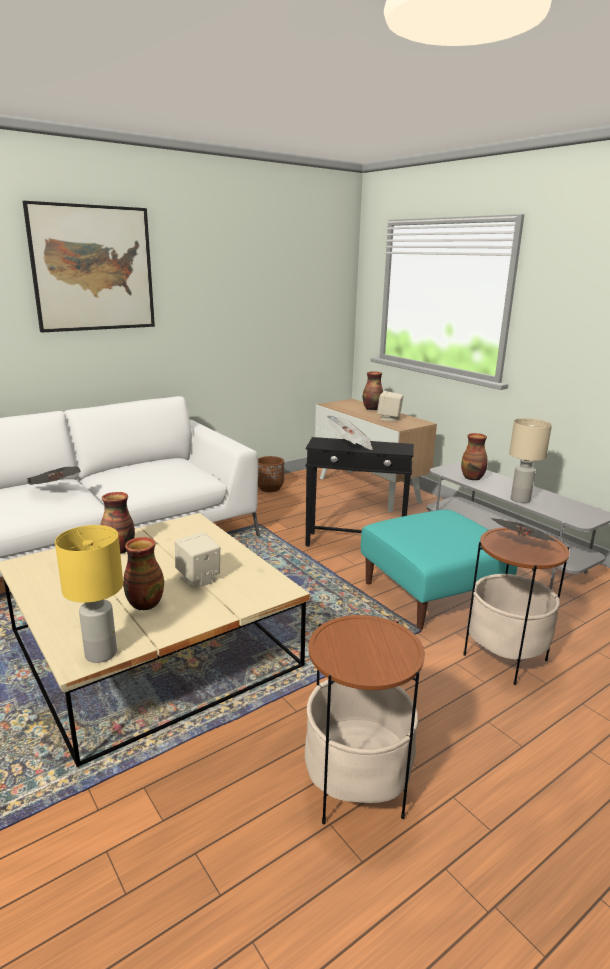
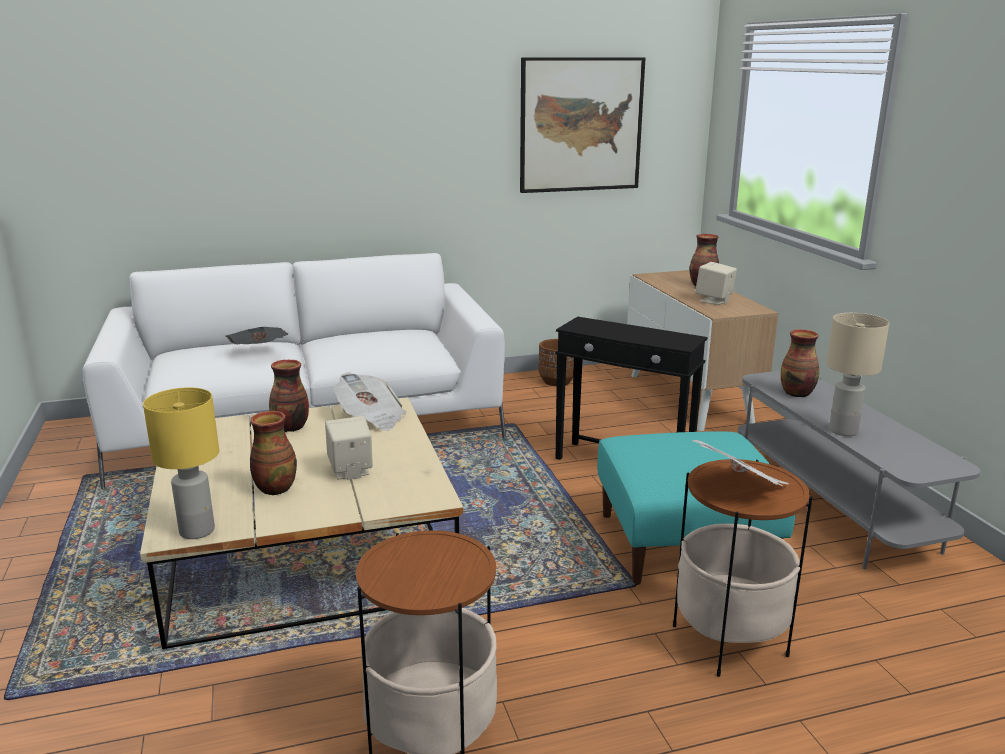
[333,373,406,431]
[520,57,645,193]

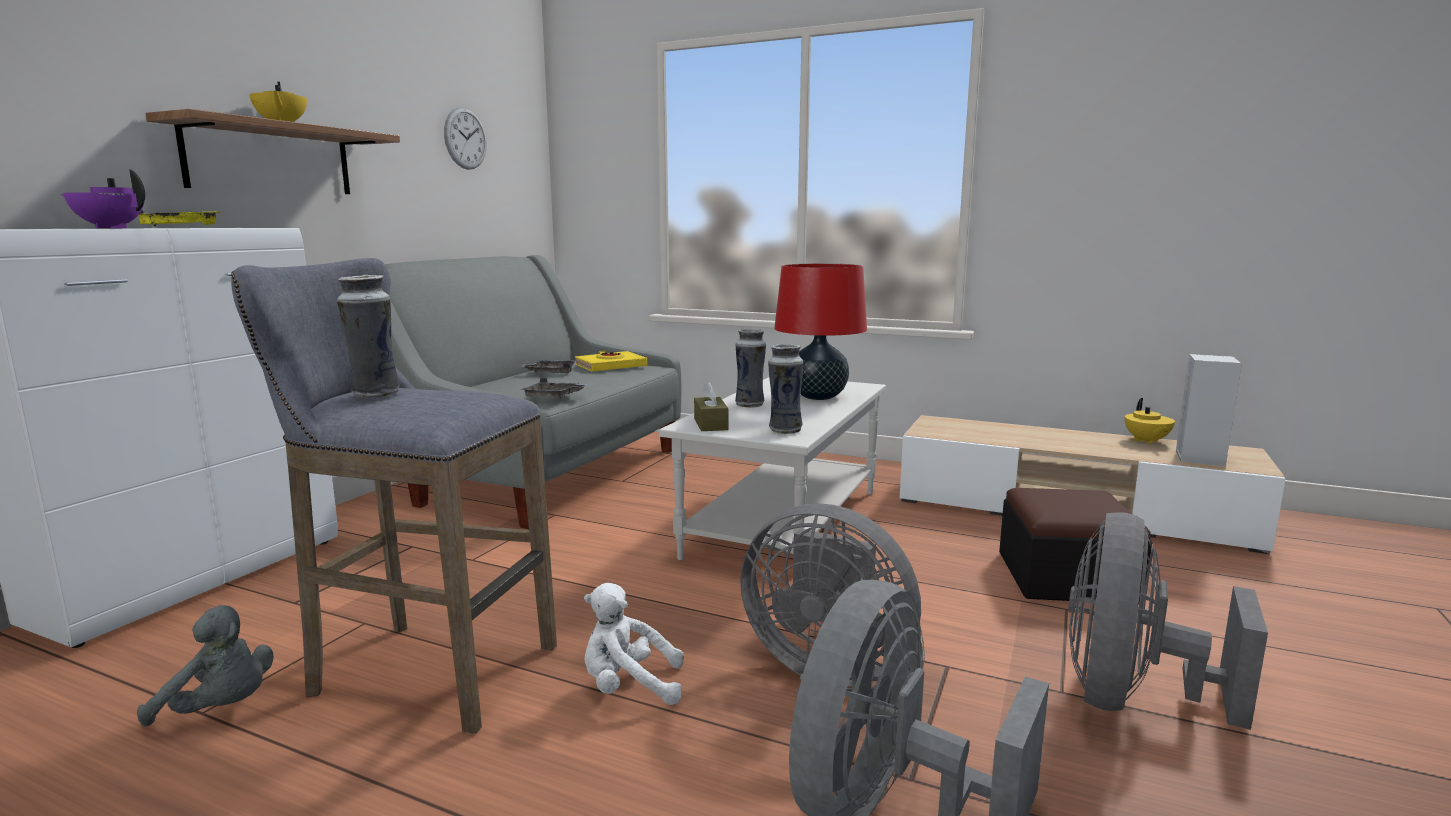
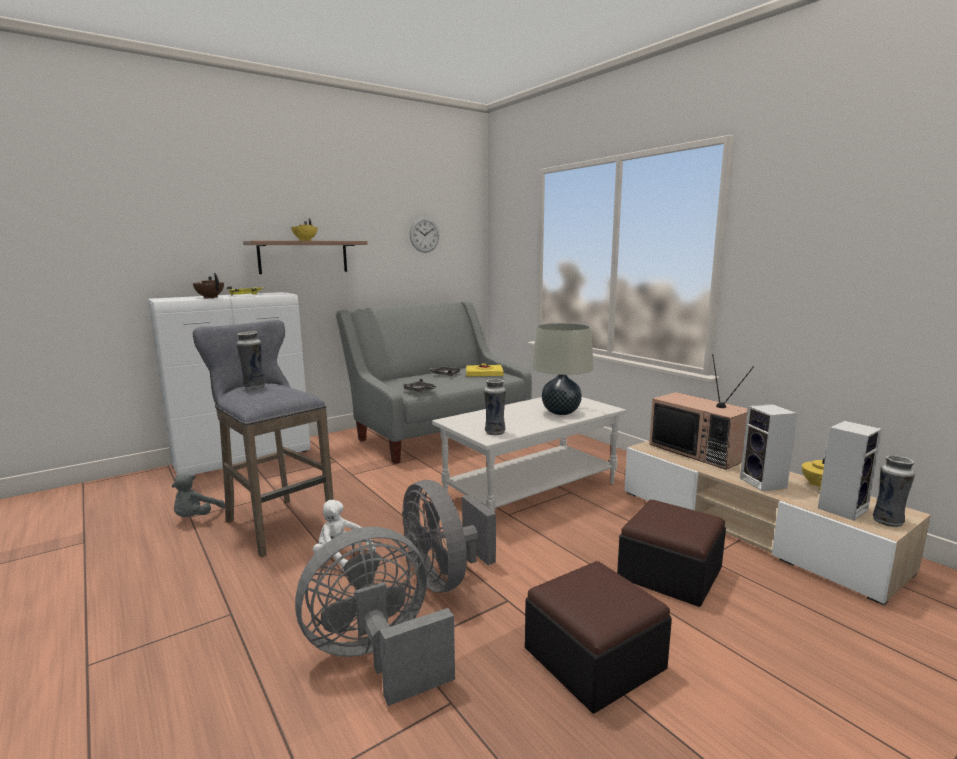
[172,473,225,517]
[193,273,224,298]
[525,561,672,714]
[532,323,594,415]
[649,354,754,470]
[740,404,797,491]
[873,455,915,527]
[694,381,728,431] (first image)

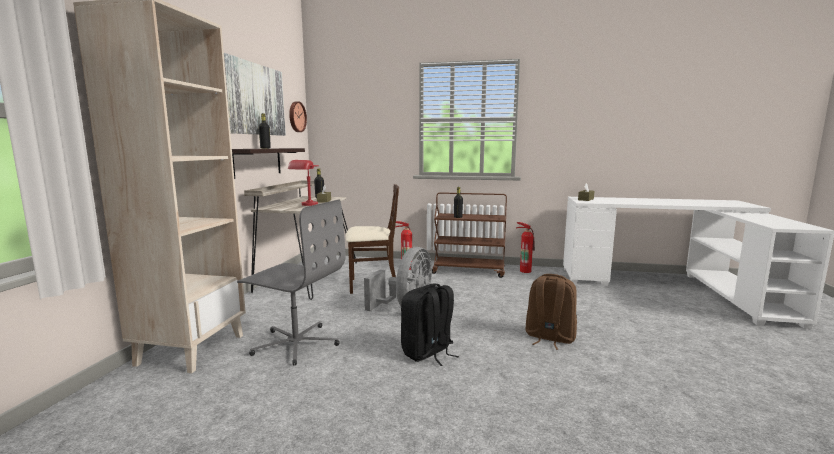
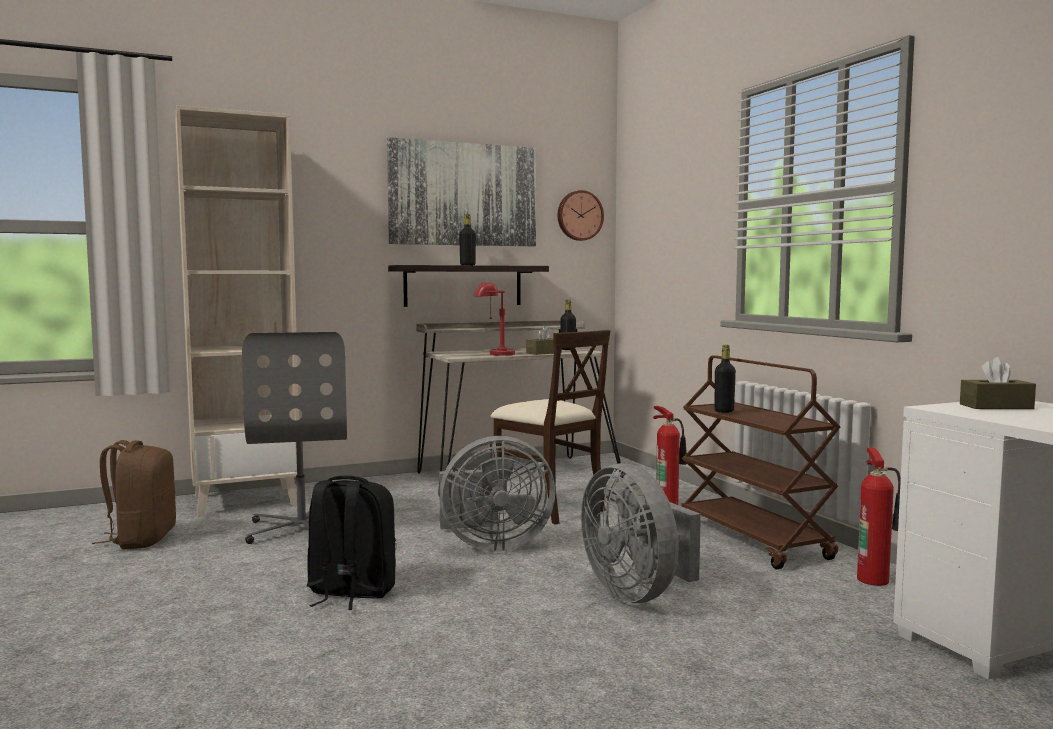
[92,440,176,549]
[581,463,701,603]

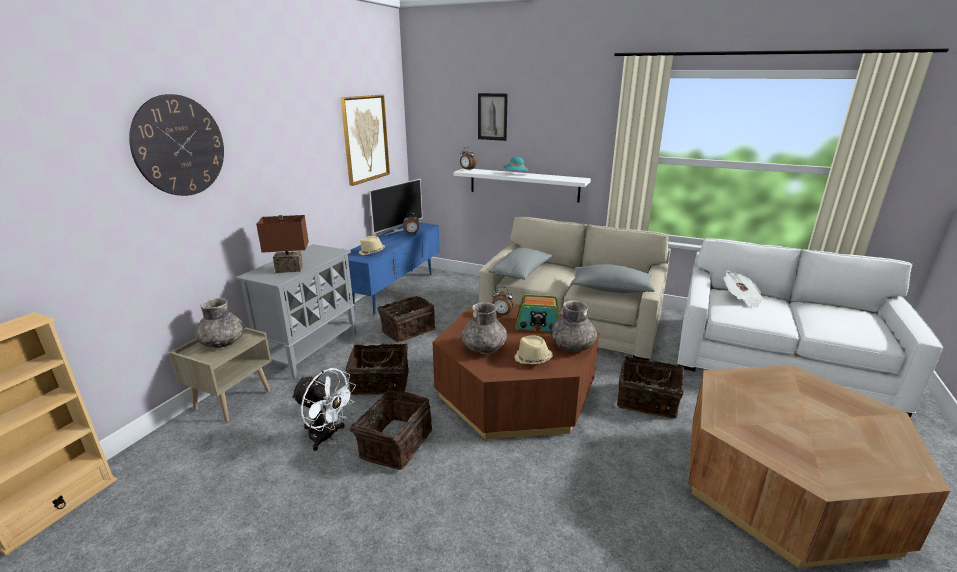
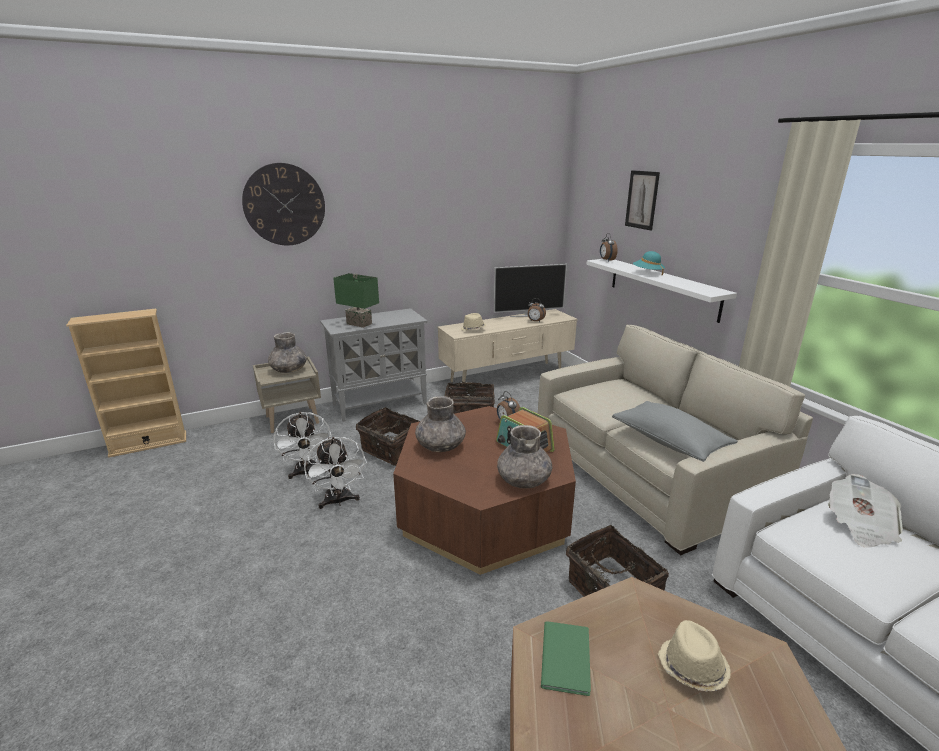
[304,437,367,509]
[333,273,379,328]
[437,309,577,382]
[541,621,591,696]
[658,620,731,692]
[340,95,390,186] (first image)
[489,248,553,280] (first image)

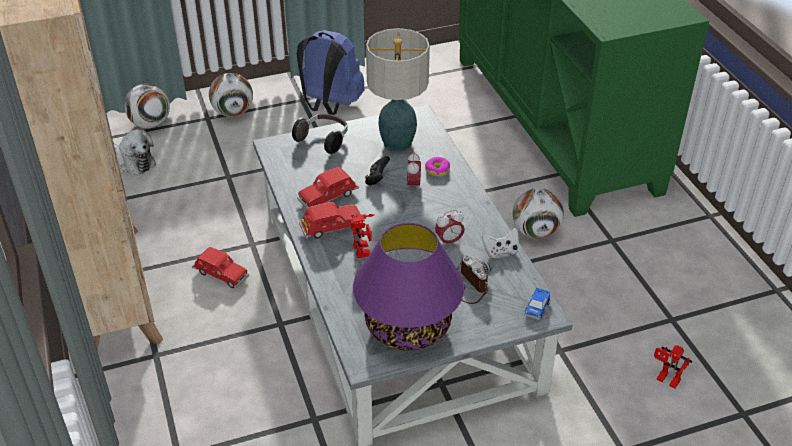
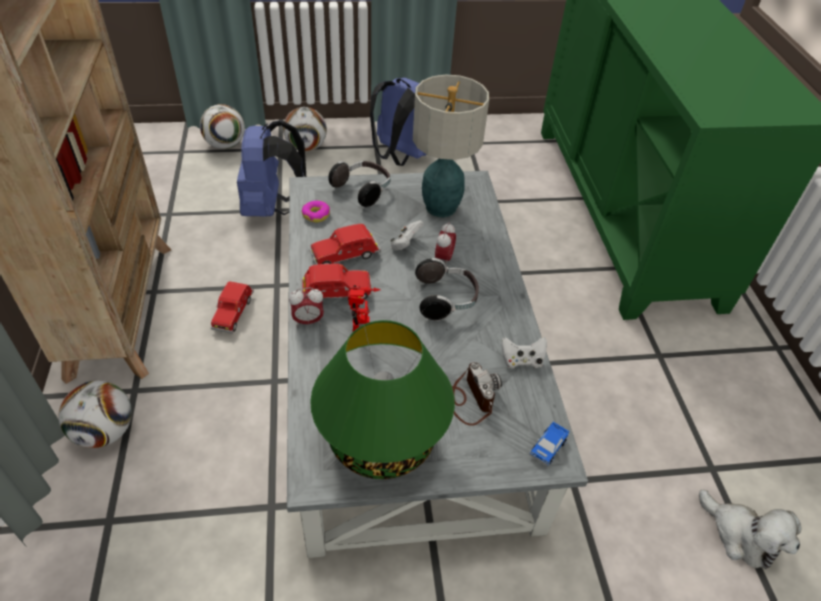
[59,381,132,448]
[210,281,254,334]
[237,120,306,216]
[289,288,324,326]
[301,201,330,222]
[310,320,455,479]
[391,220,424,251]
[415,258,479,321]
[699,489,801,569]
[654,345,692,389] (first image)

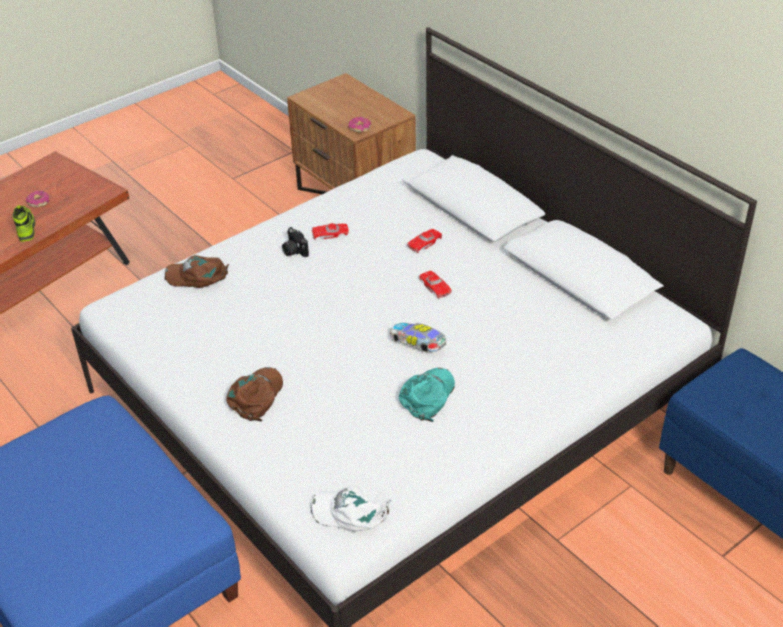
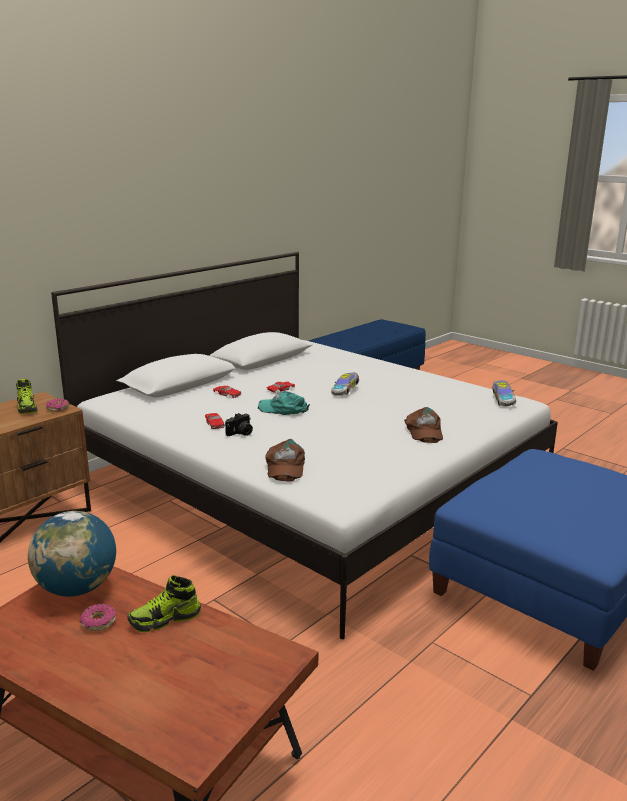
[16,379,37,414]
[28,511,116,597]
[258,391,310,415]
[404,407,443,443]
[493,380,516,406]

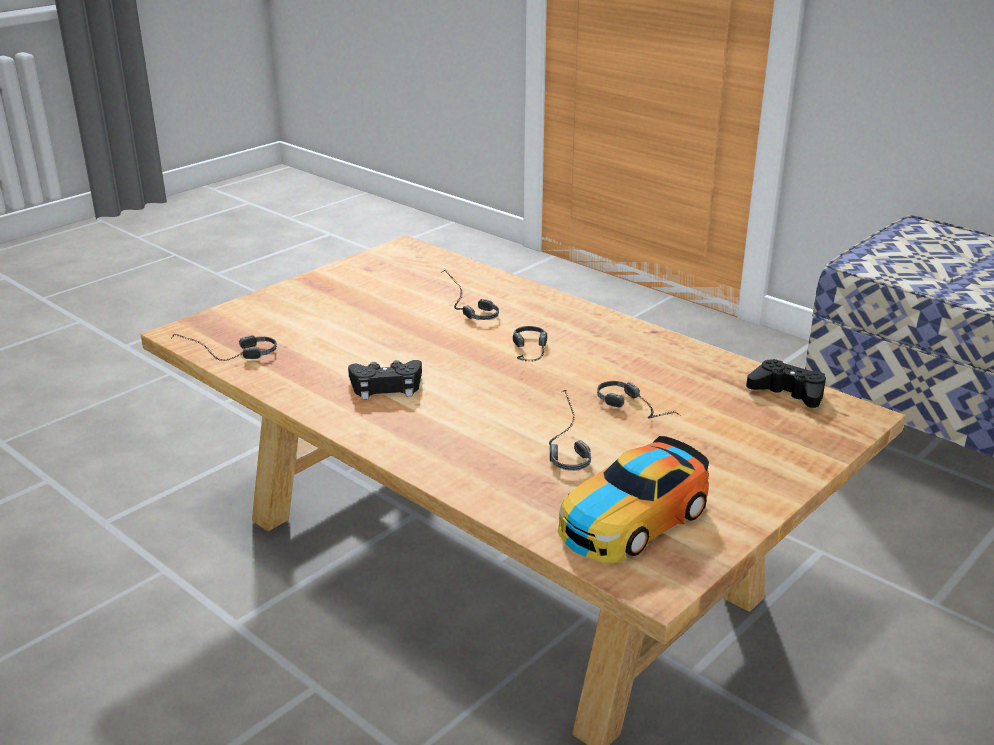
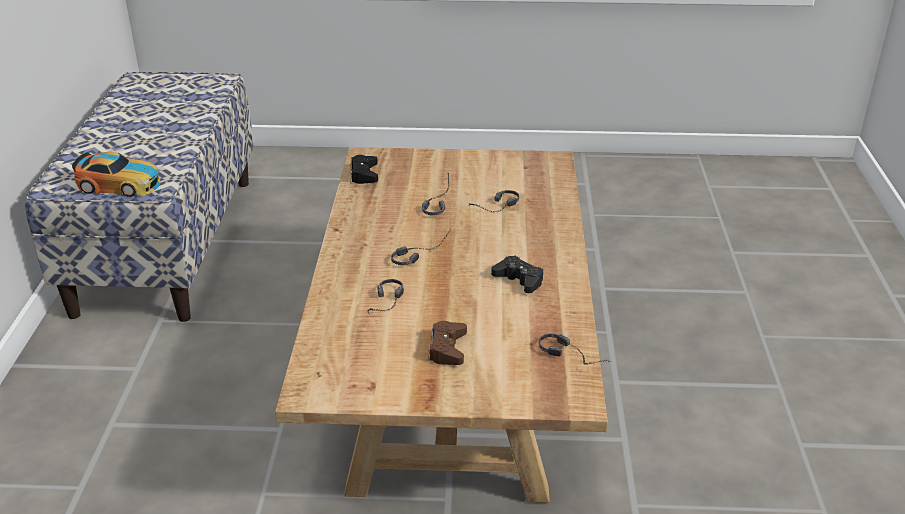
[72,152,160,197]
[428,321,467,365]

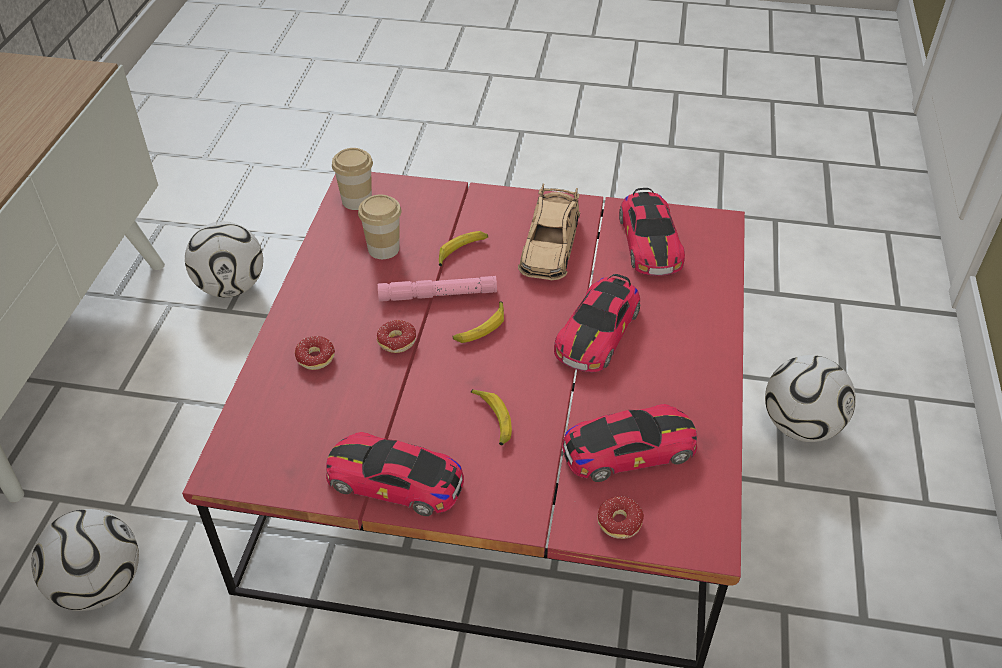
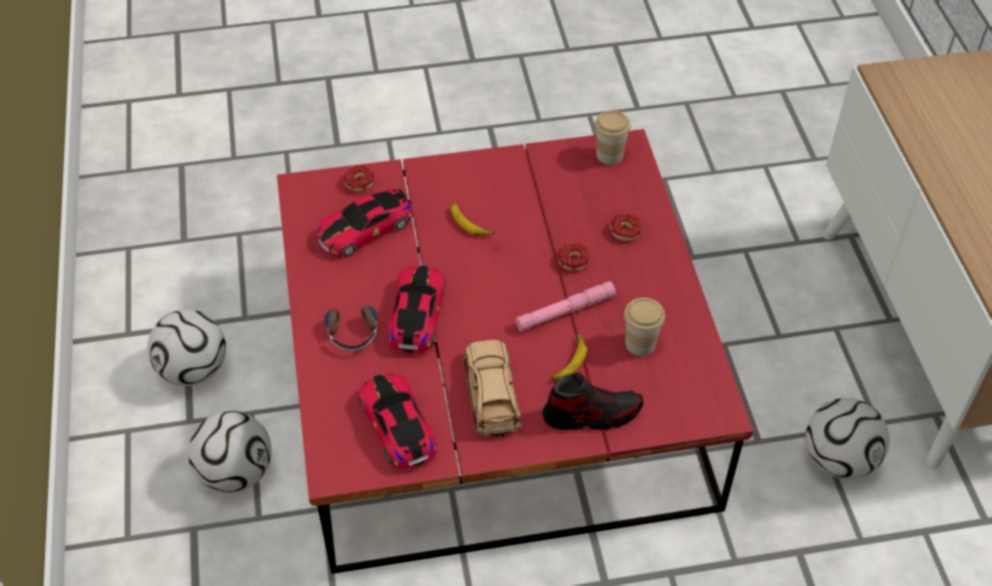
[147,310,226,386]
[324,293,377,351]
[542,373,643,430]
[594,111,631,165]
[326,432,464,516] (first image)
[453,301,504,343] (first image)

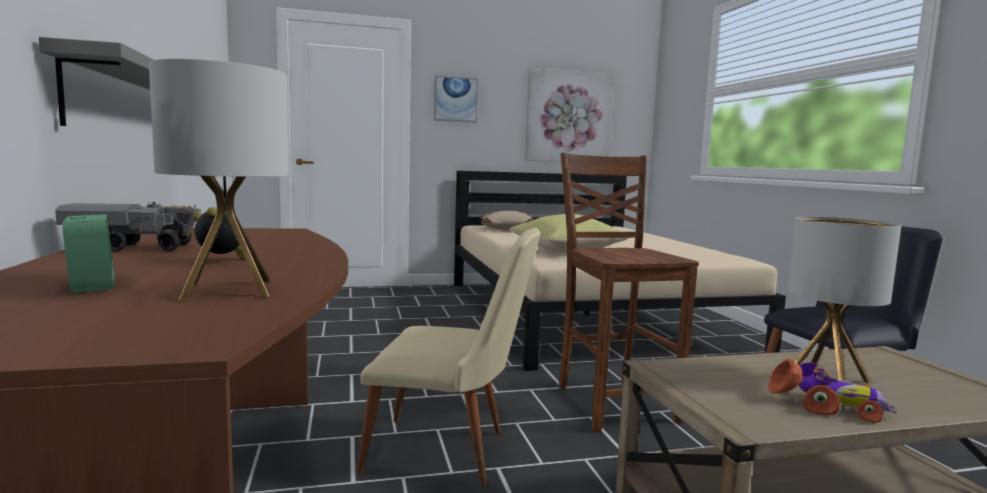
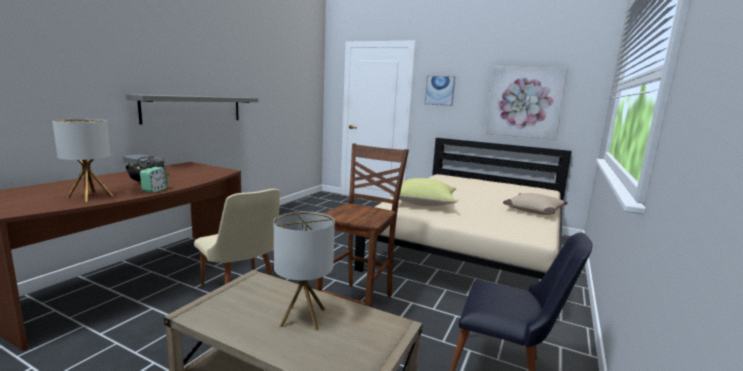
[140,167,168,193]
[503,193,568,215]
[768,359,897,423] (first image)

